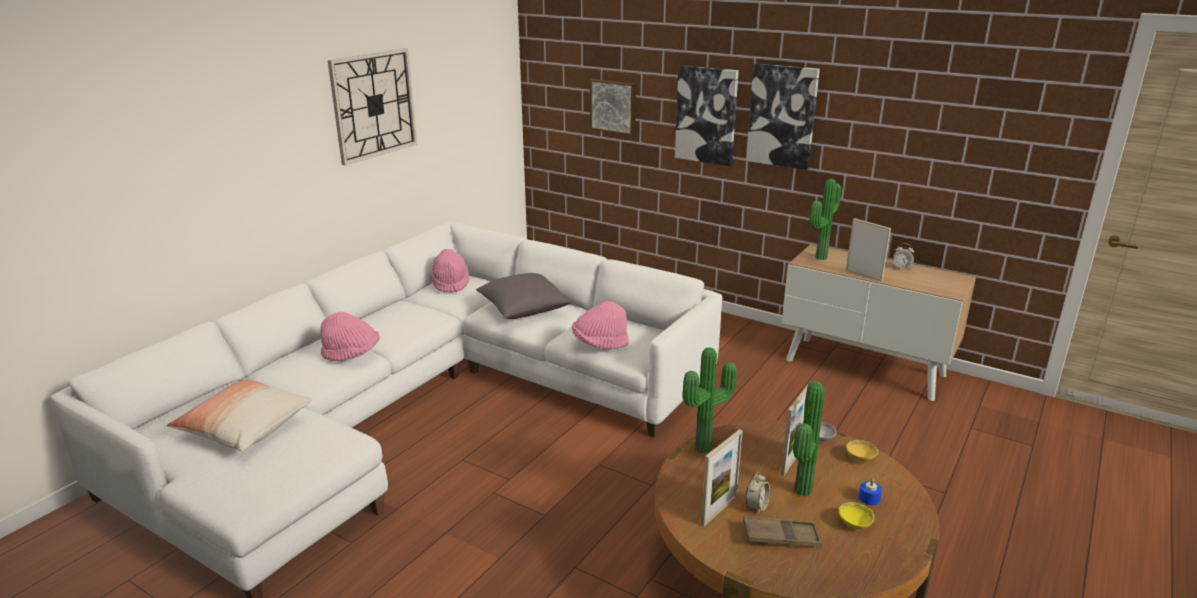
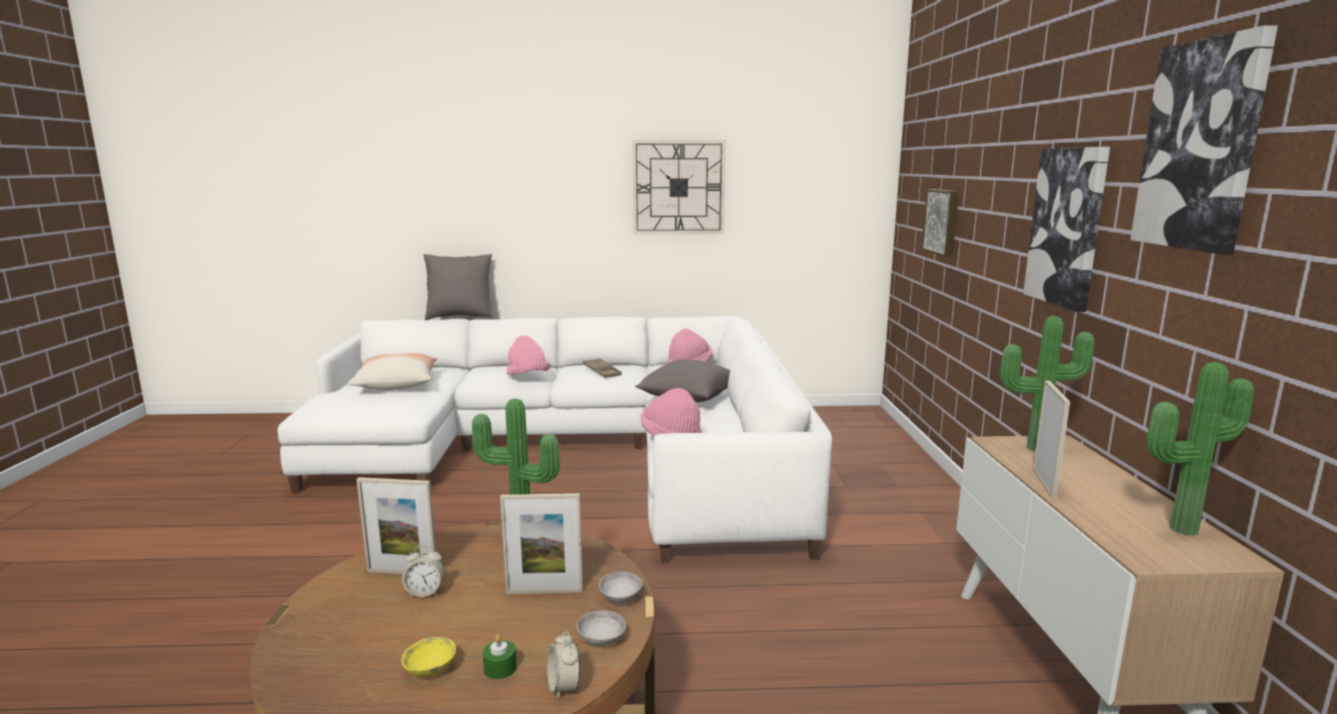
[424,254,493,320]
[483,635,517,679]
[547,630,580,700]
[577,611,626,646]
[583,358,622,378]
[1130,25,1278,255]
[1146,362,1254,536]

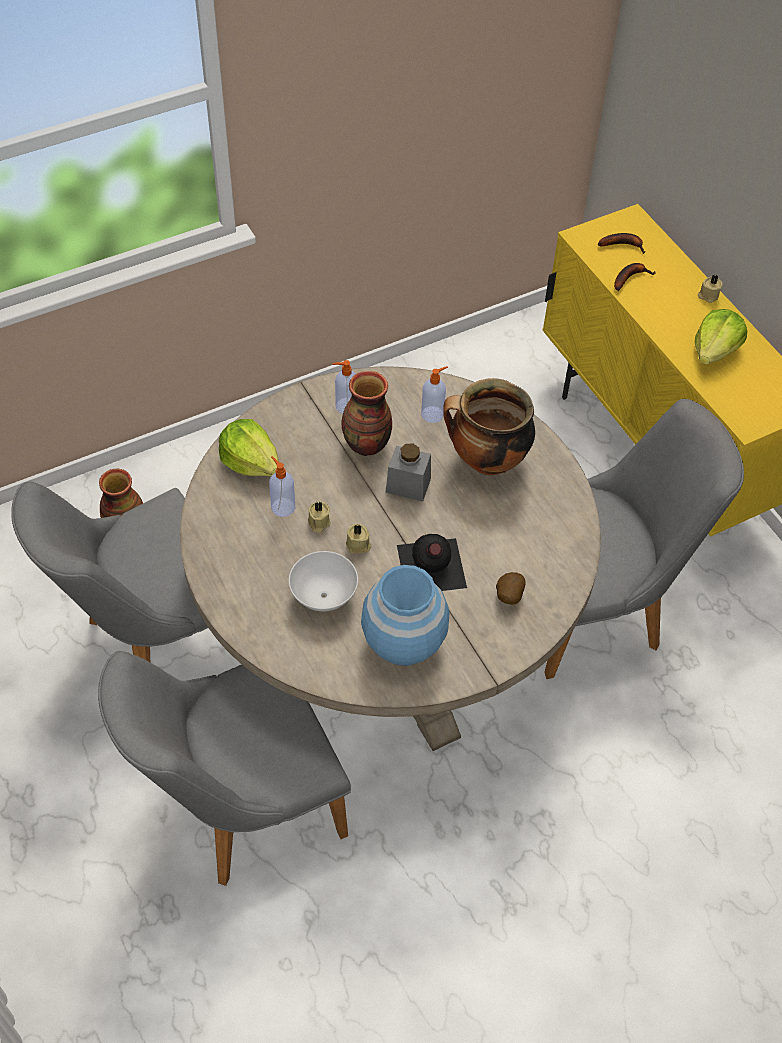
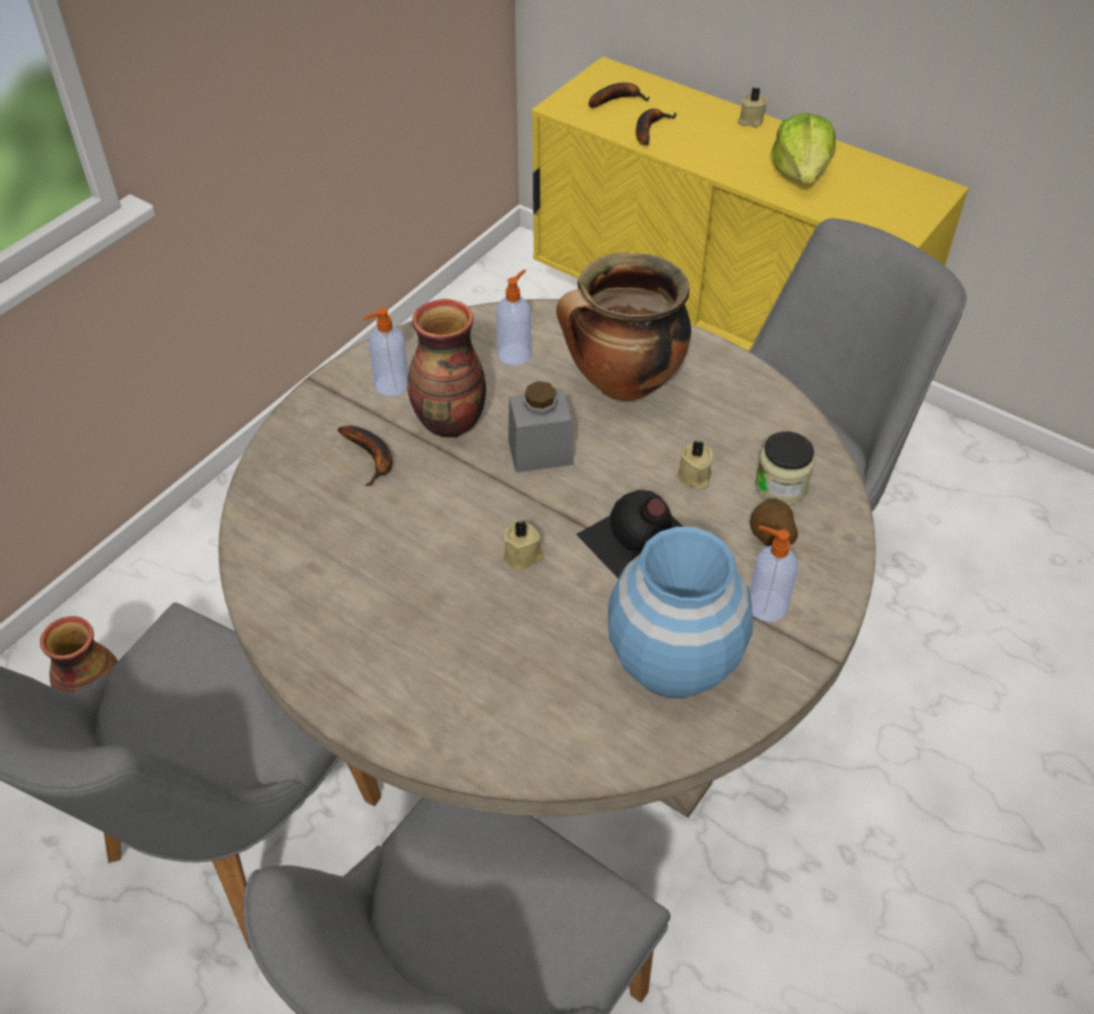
[337,425,392,486]
[676,440,714,490]
[750,525,798,622]
[755,431,815,506]
[219,419,280,476] (first image)
[289,551,358,612] (first image)

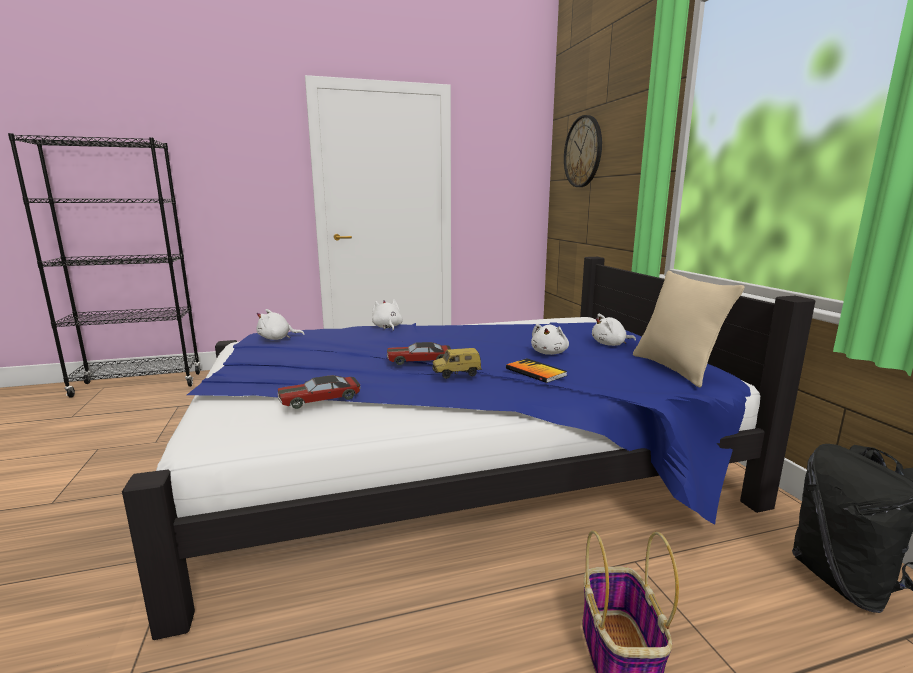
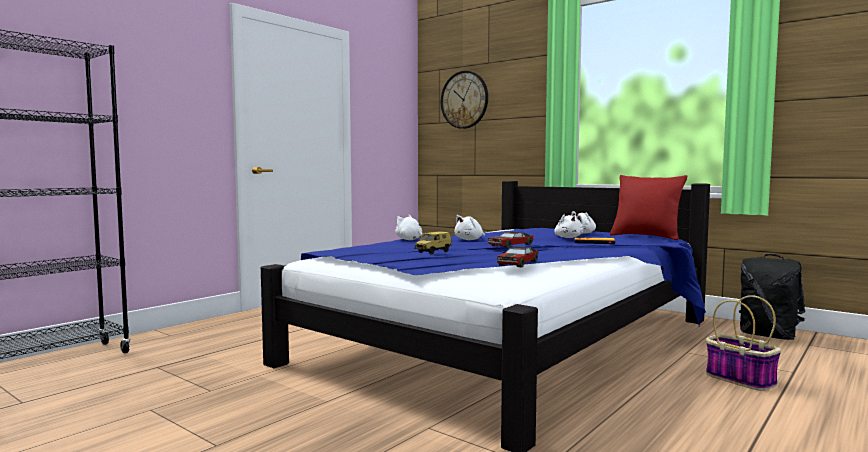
[414,232,452,255]
[454,215,485,240]
[610,175,687,240]

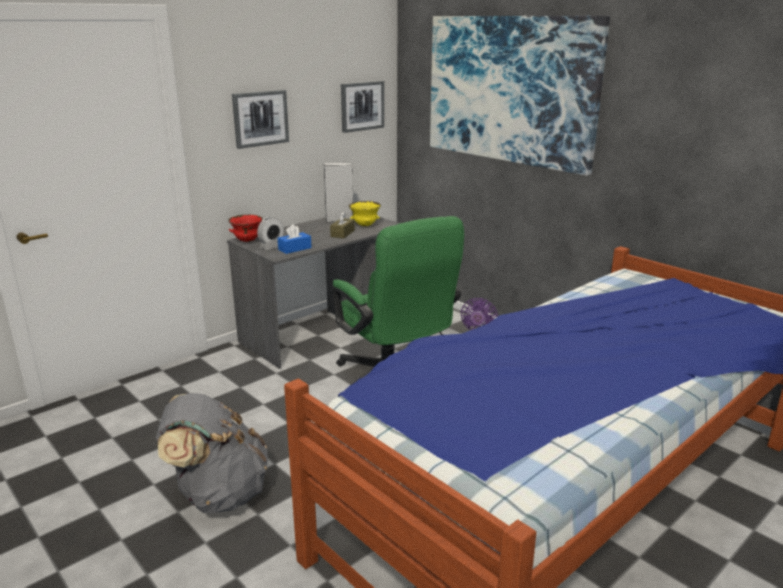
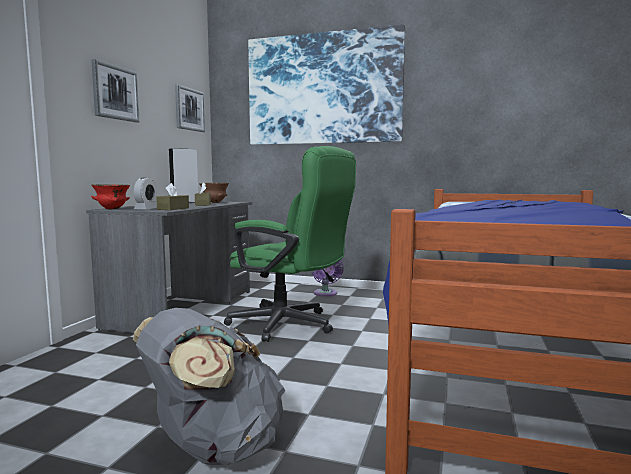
[156,183,189,210]
[199,183,229,203]

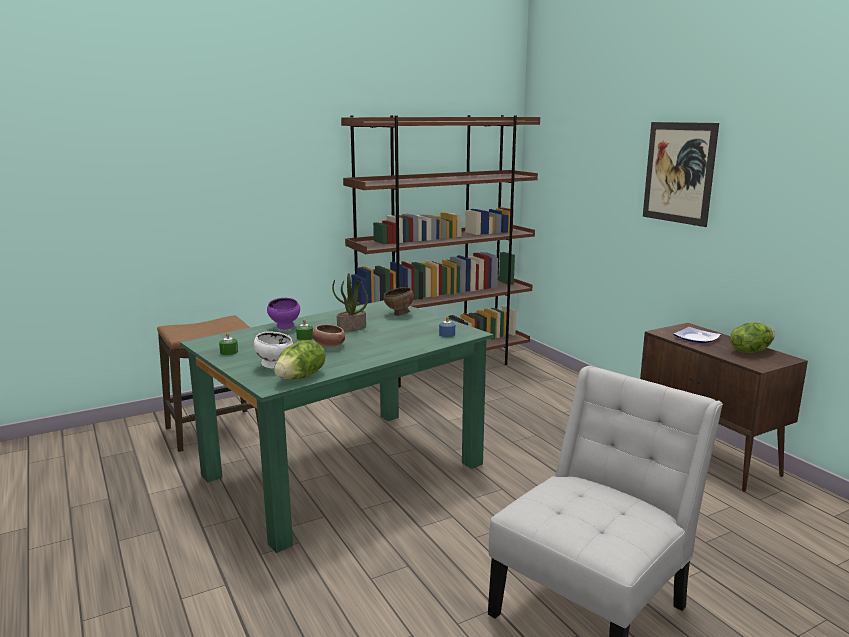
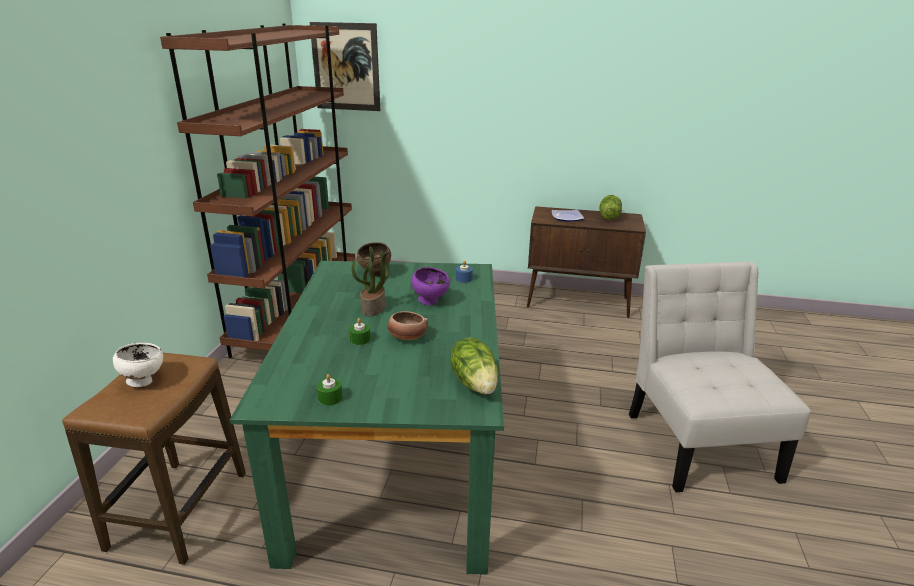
[113,343,163,387]
[310,22,380,111]
[412,267,450,305]

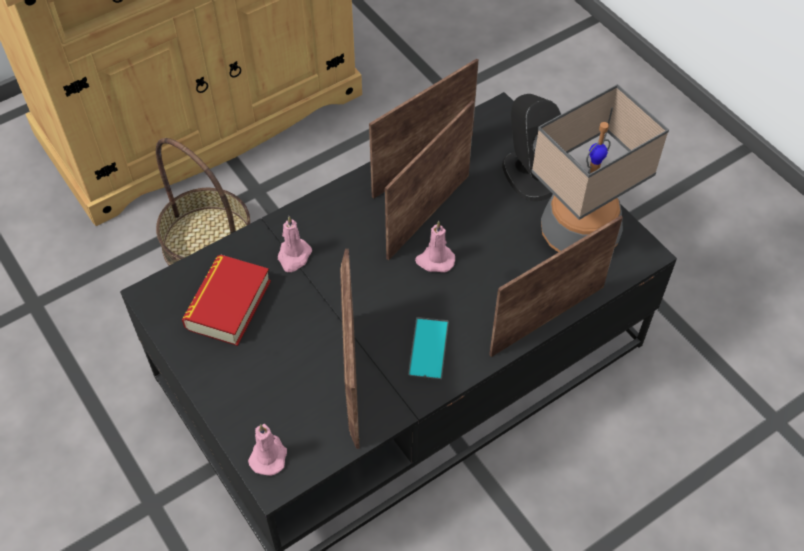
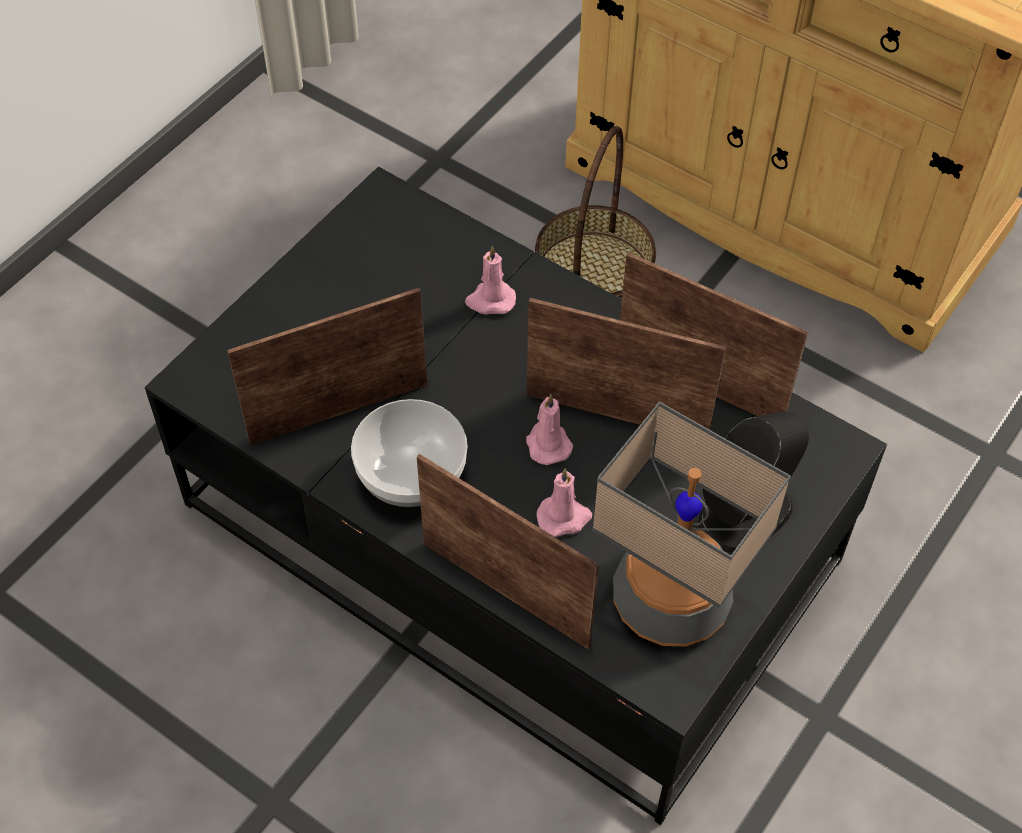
[351,399,467,507]
[536,468,592,537]
[182,254,271,346] (first image)

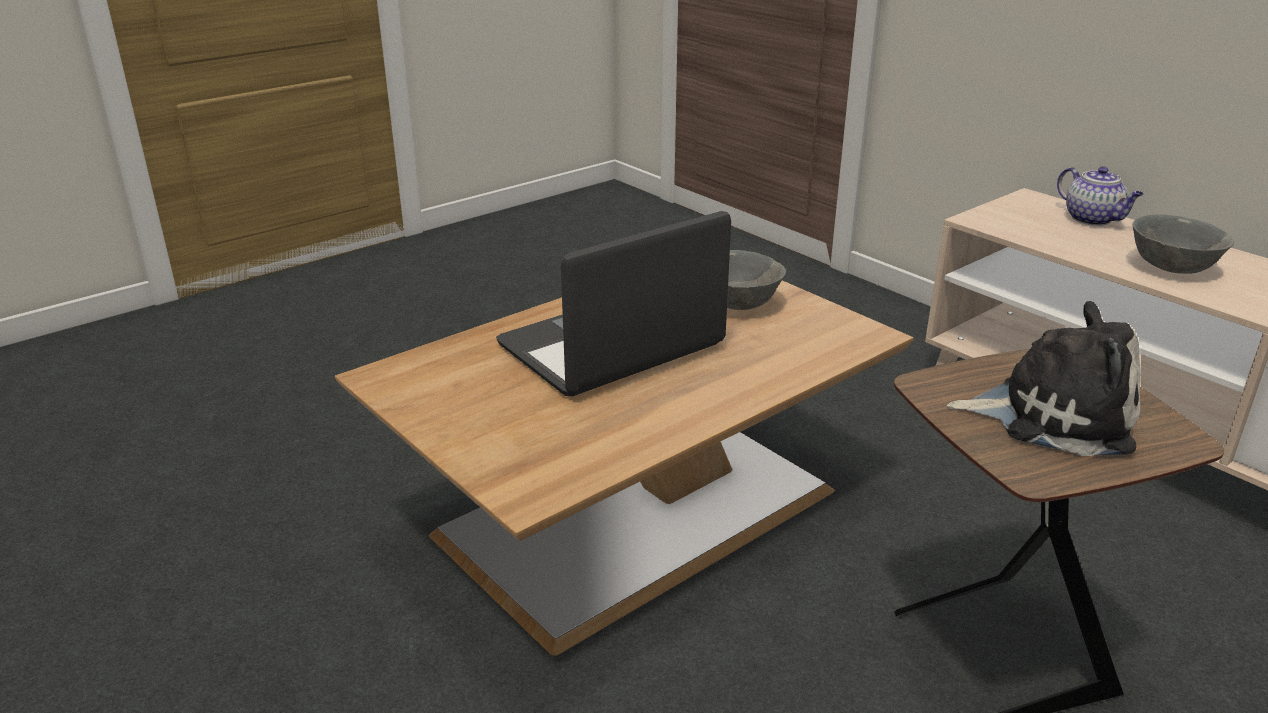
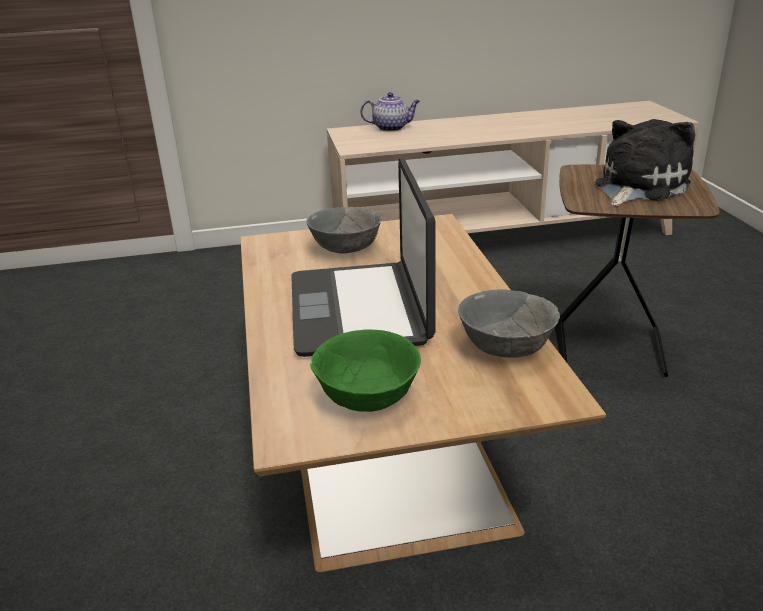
[310,329,421,412]
[458,289,560,358]

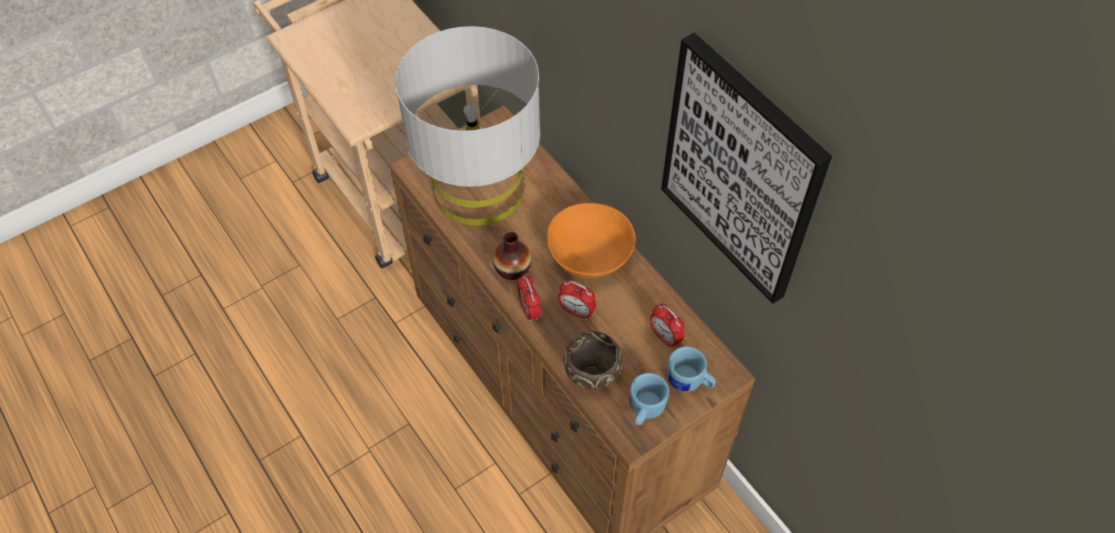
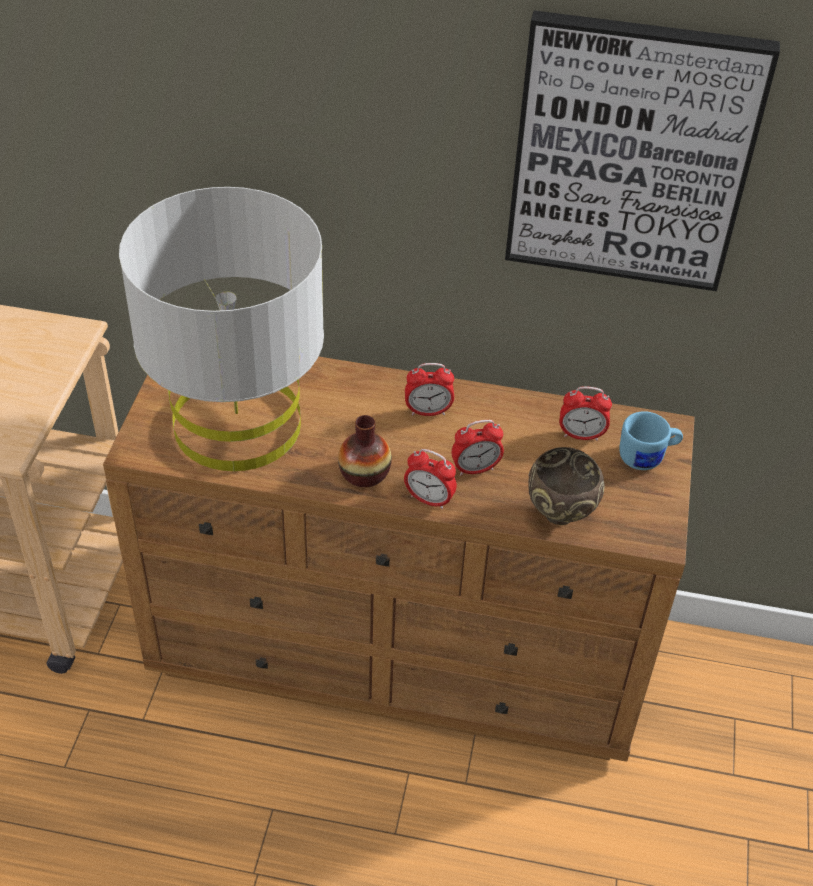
[405,363,454,416]
[630,373,669,425] (first image)

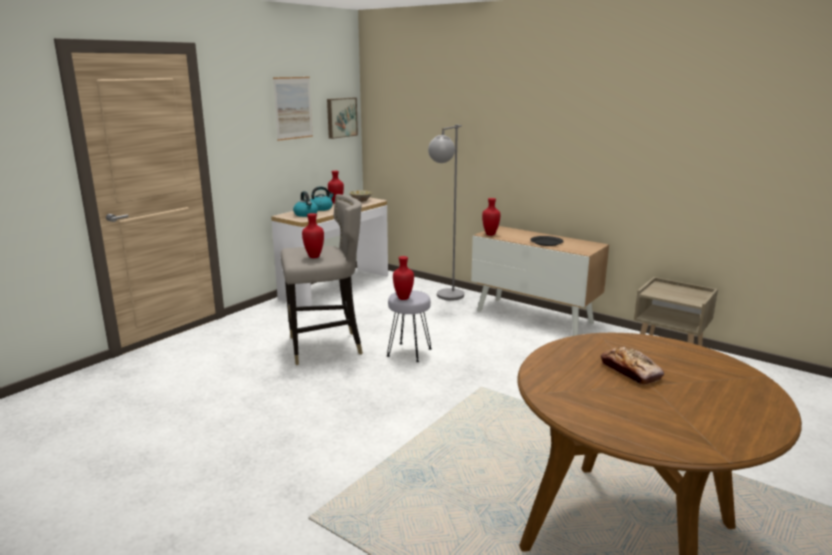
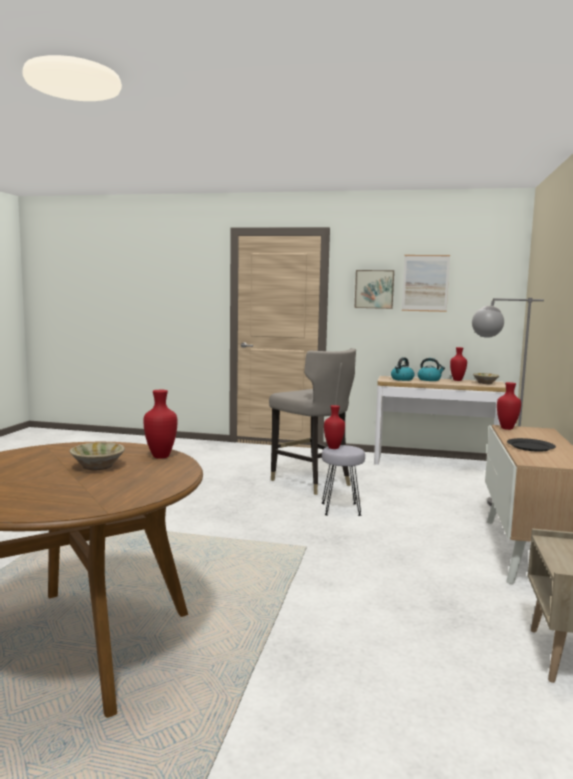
[70,442,125,471]
[143,390,178,459]
[354,270,394,309]

